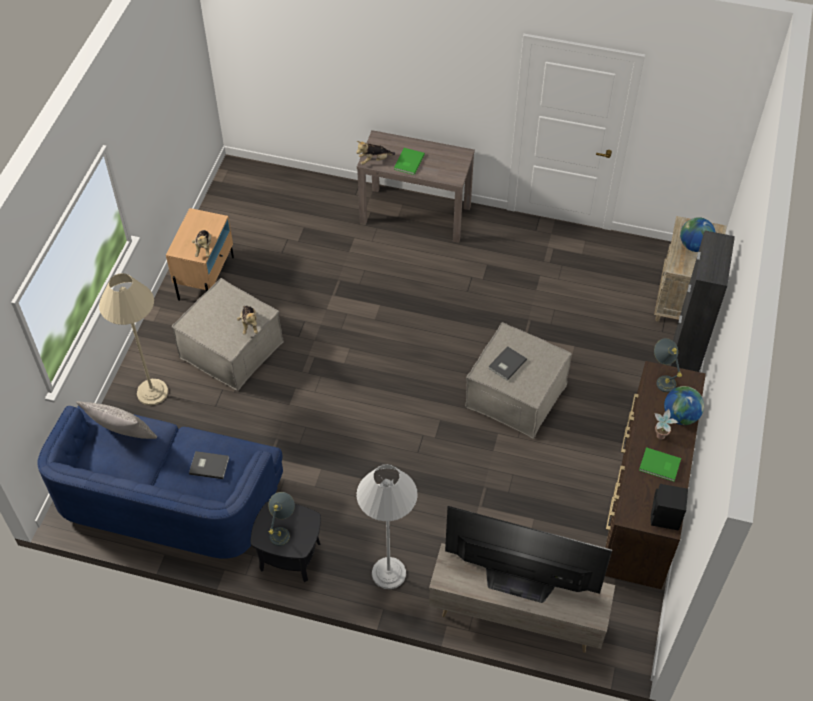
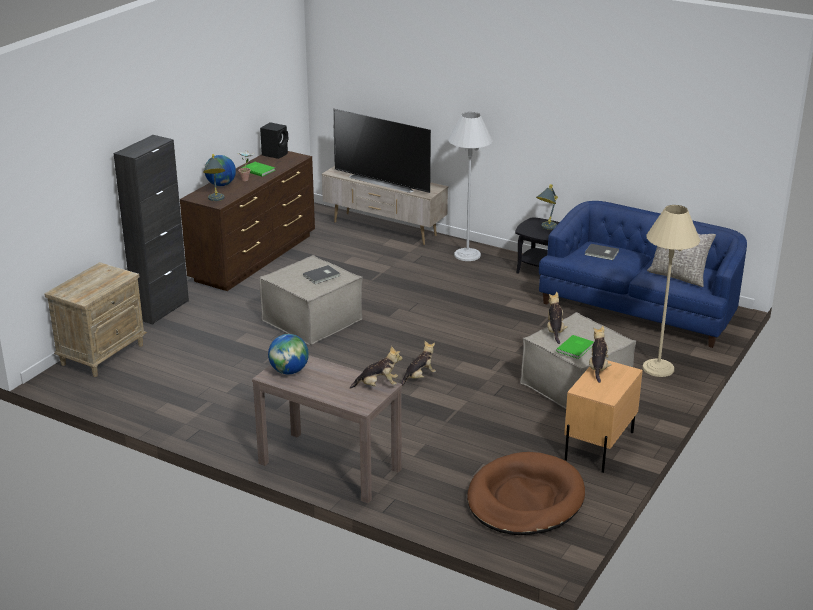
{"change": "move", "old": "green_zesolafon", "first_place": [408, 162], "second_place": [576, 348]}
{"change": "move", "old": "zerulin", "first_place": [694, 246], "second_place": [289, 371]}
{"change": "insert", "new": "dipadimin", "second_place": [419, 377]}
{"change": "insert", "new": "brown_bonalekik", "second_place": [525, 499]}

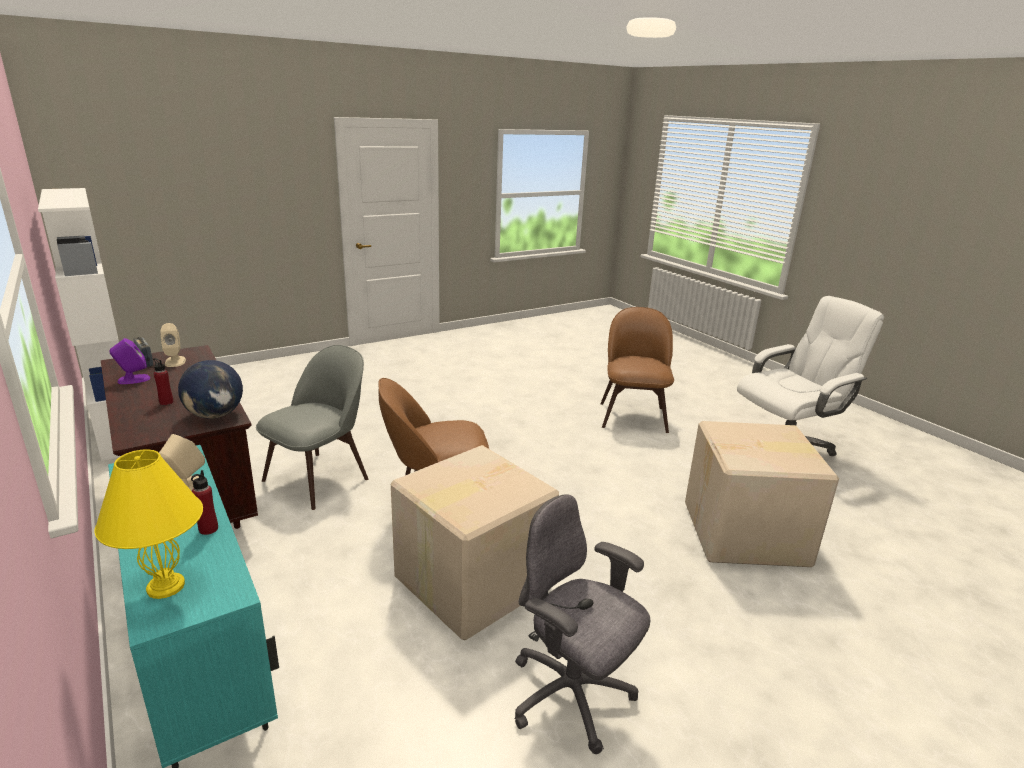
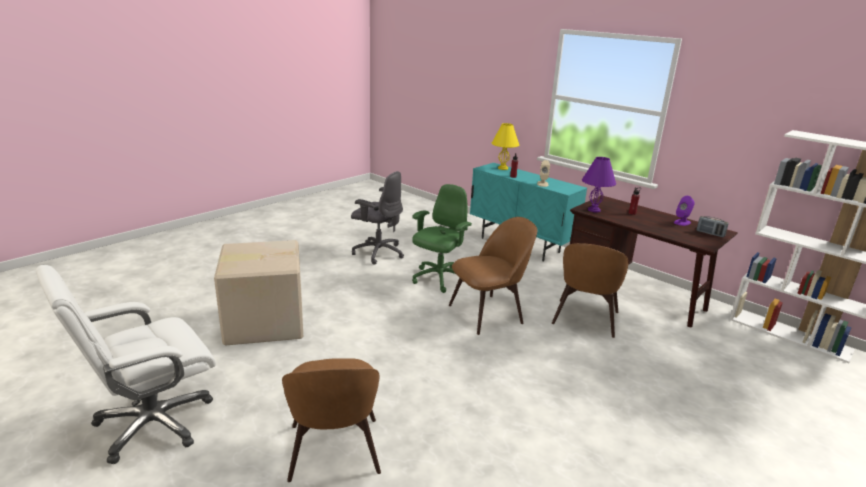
{"change": "delete", "old": "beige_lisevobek", "first_place": [175, 361]}
{"change": "recolor", "old": "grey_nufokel", "new": "brown_nufokel", "first_place": [319, 478], "second_place": [585, 319]}
{"change": "replace", "old": "zerulin", "new": "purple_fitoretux", "first_place": [215, 415], "second_place": [593, 210]}
{"change": "replace", "old": "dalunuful", "new": "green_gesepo", "first_place": [470, 582], "second_place": [439, 279]}

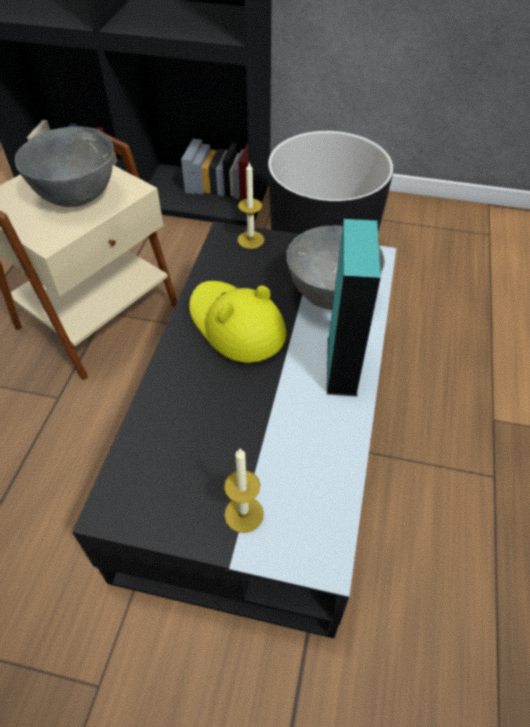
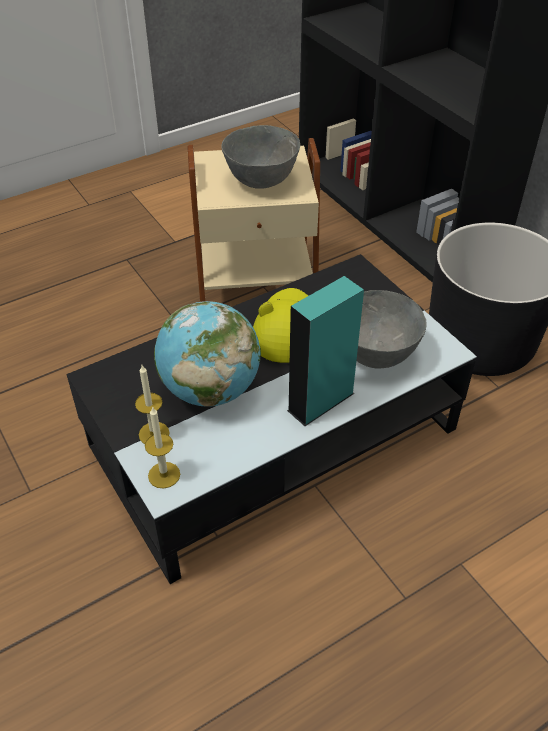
{"change": "move", "old": "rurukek", "first_place": [250, 240], "second_place": [164, 475]}
{"change": "insert", "new": "zerulin", "second_place": [210, 389]}

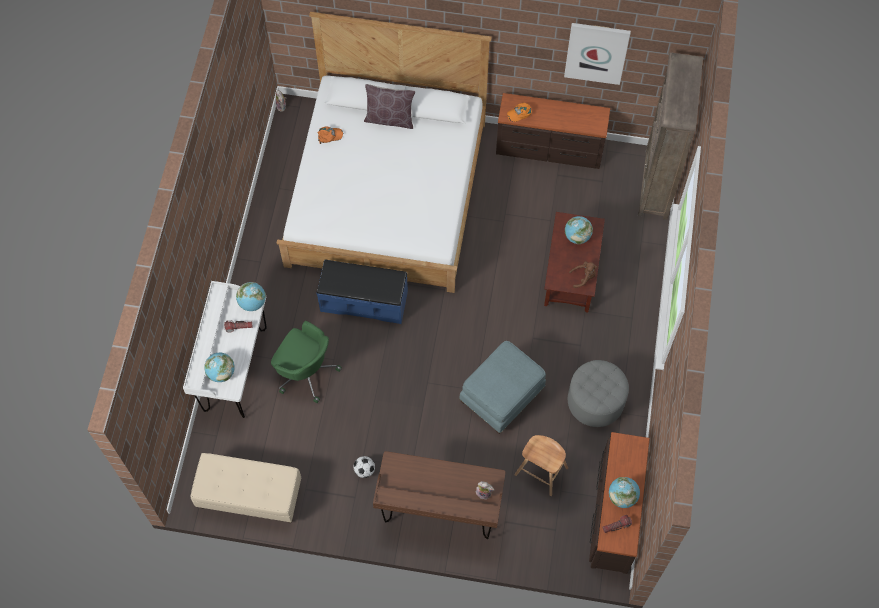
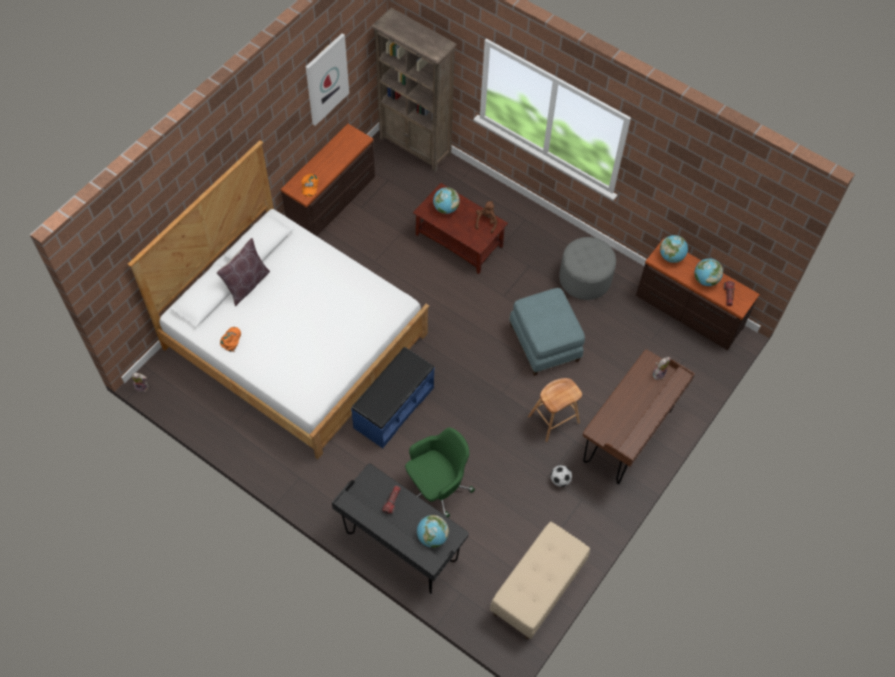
{"change": "recolor", "old": "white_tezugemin", "new": "black_tezugemin", "first_place": [235, 370], "second_place": [401, 548]}
{"change": "move", "old": "zerulin", "first_place": [252, 303], "second_place": [671, 257]}
{"change": "move", "old": "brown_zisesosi", "first_place": [541, 471], "second_place": [553, 419]}

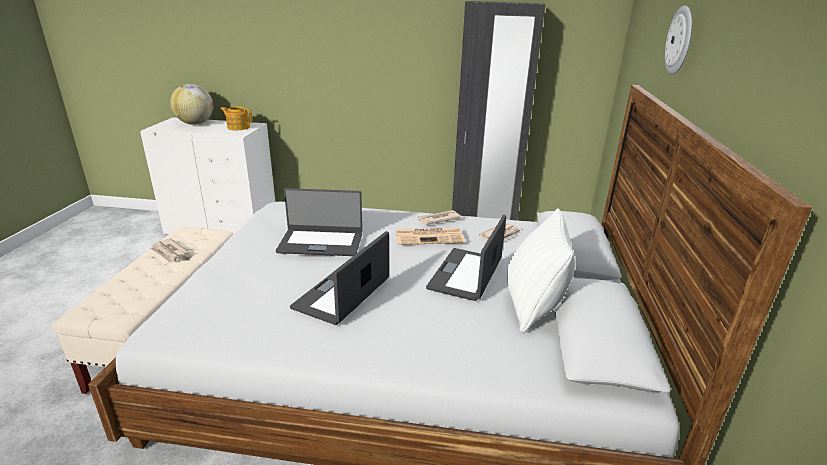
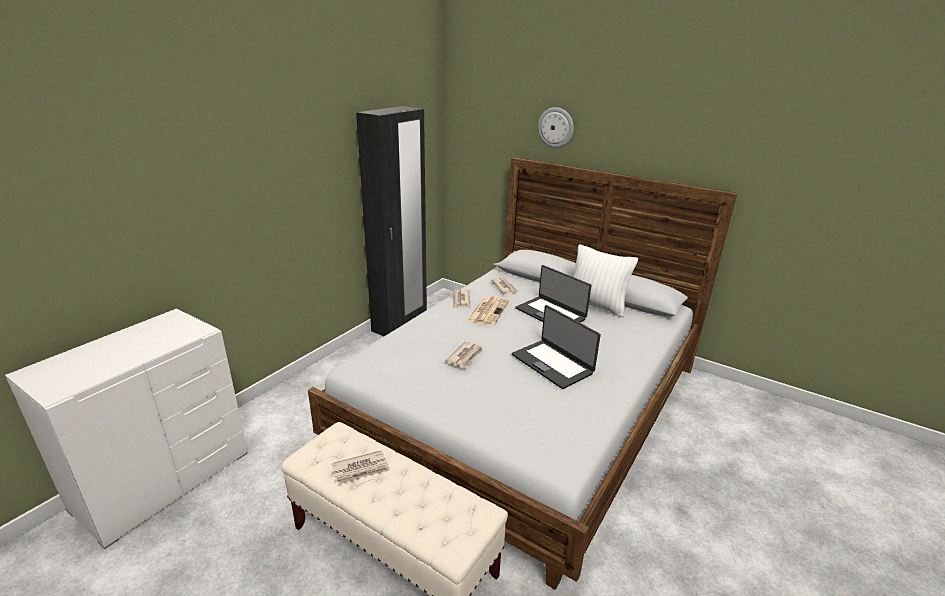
{"change": "delete", "old": "zerulin", "first_place": [195, 123]}
{"change": "delete", "old": "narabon", "first_place": [238, 127]}
{"change": "replace", "old": "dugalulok", "new": "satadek", "first_place": [321, 242], "second_place": [465, 356]}

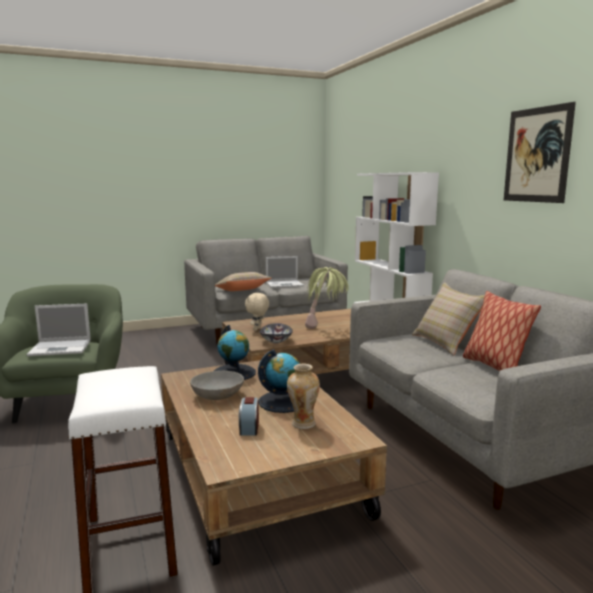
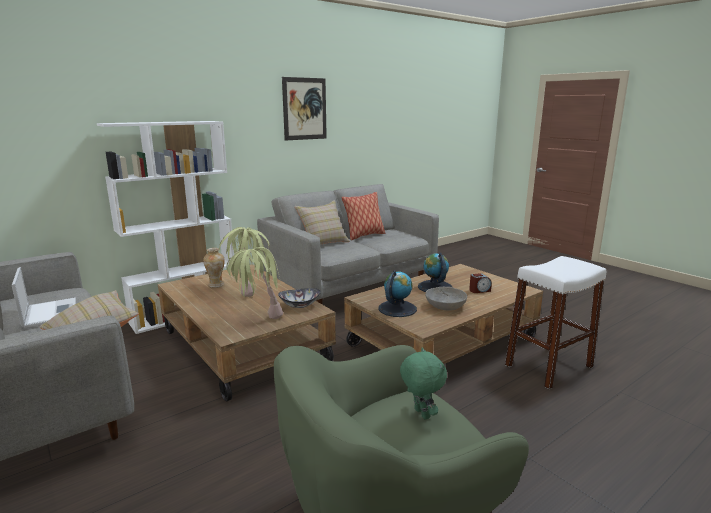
{"change": "replace", "old": "beige_dipadimin", "new": "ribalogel", "first_place": [257, 329], "second_place": [257, 319]}
{"change": "replace", "old": "dugalulok", "new": "green_dipadimin", "first_place": [61, 348], "second_place": [420, 414]}
{"change": "move", "old": "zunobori", "first_place": [302, 424], "second_place": [216, 285]}

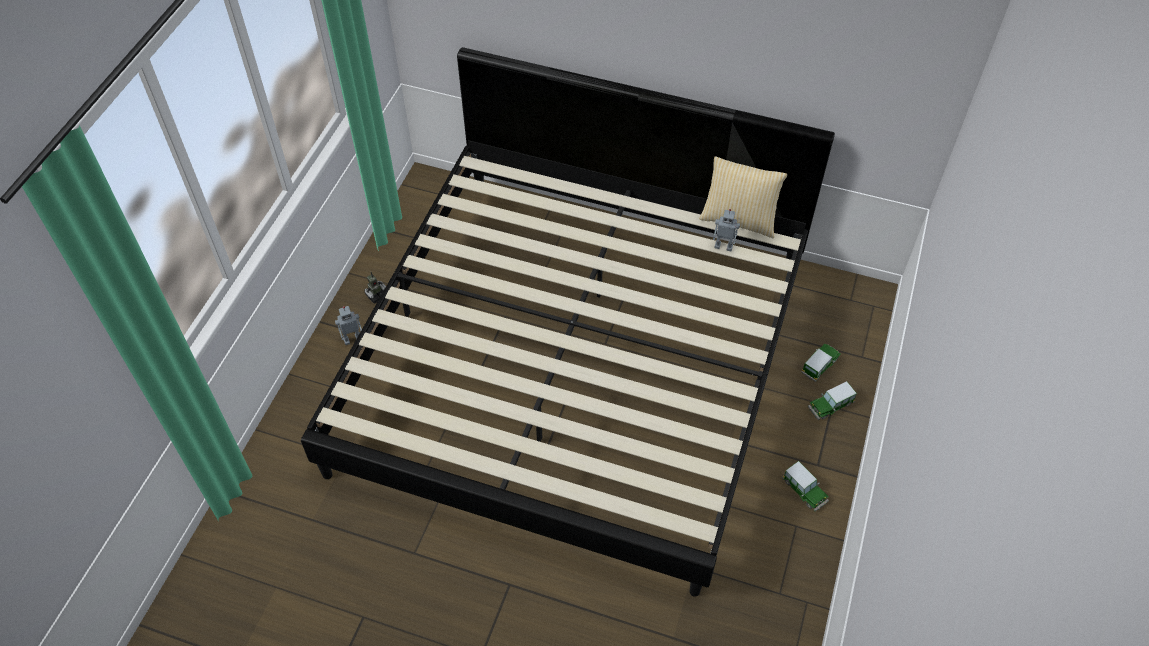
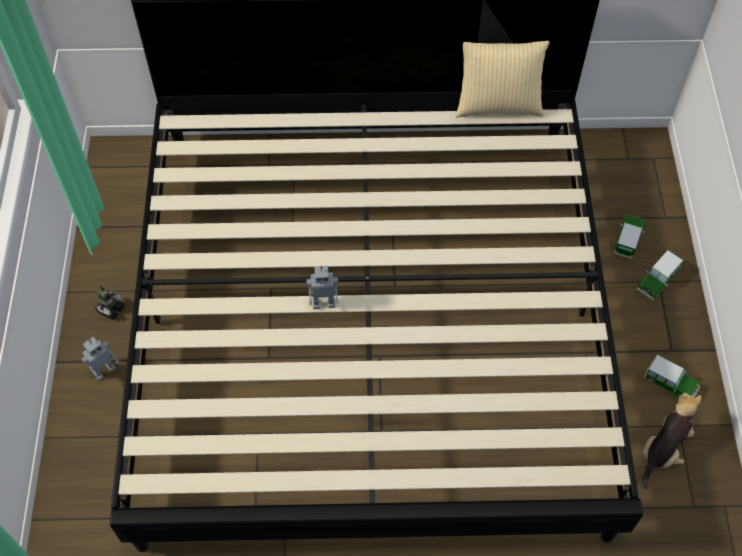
{"change": "move", "old": "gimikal", "first_place": [723, 246], "second_place": [324, 302]}
{"change": "insert", "new": "dipadimin", "second_place": [663, 449]}

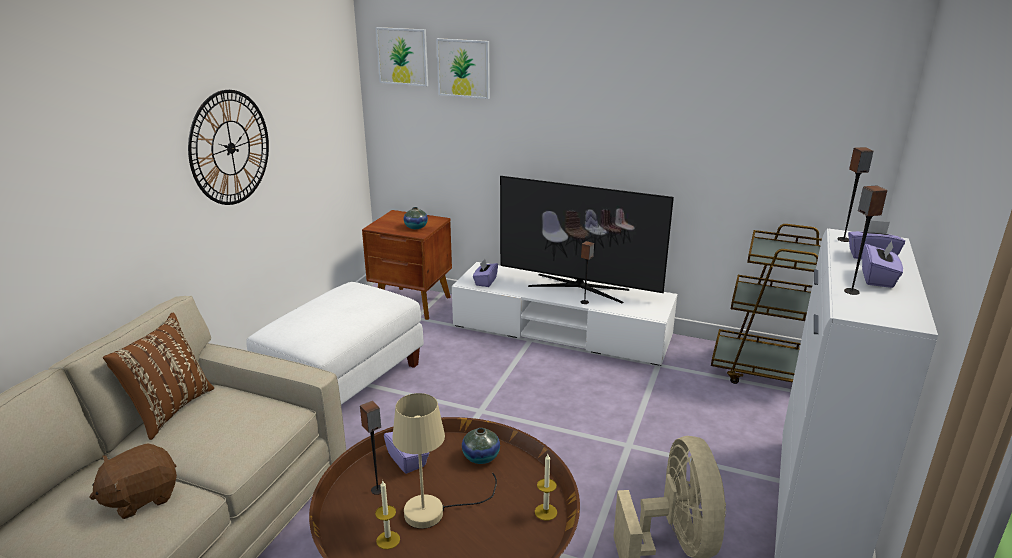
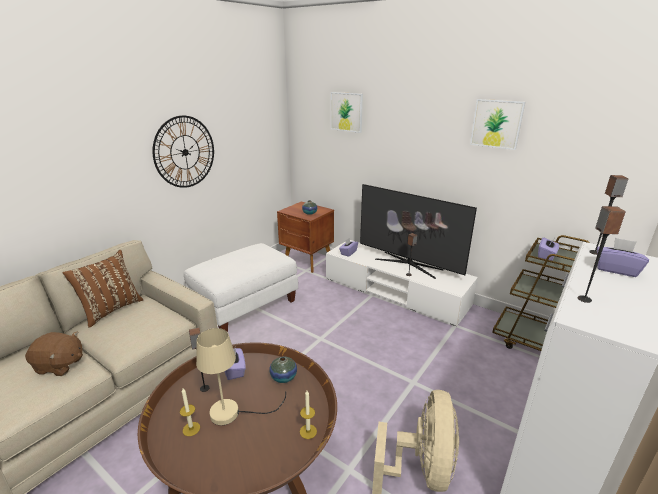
{"change": "move", "old": "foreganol", "first_place": [402, 56], "second_place": [496, 124]}
{"change": "move", "old": "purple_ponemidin", "first_place": [878, 278], "second_place": [546, 256]}
{"change": "rotate", "old": "brown_dipadimin", "first_place": [141, 497], "second_place": [60, 365], "degrees": -150}

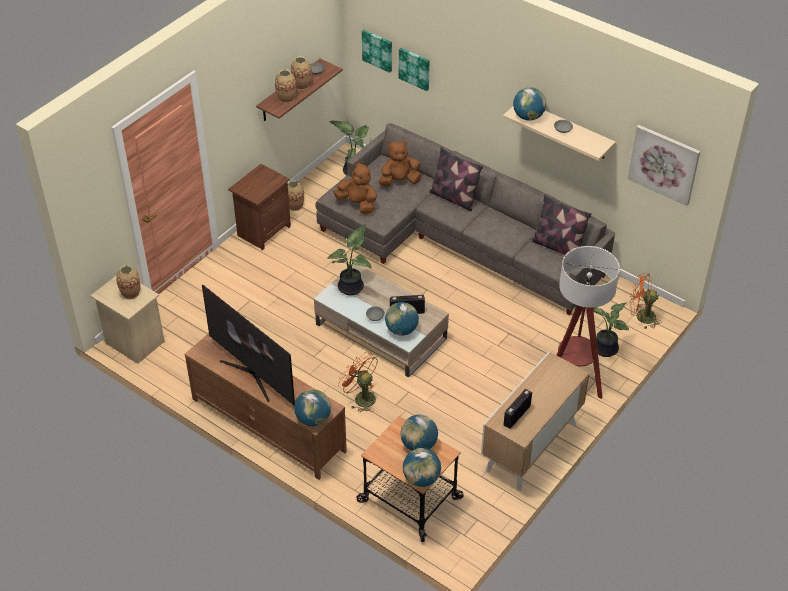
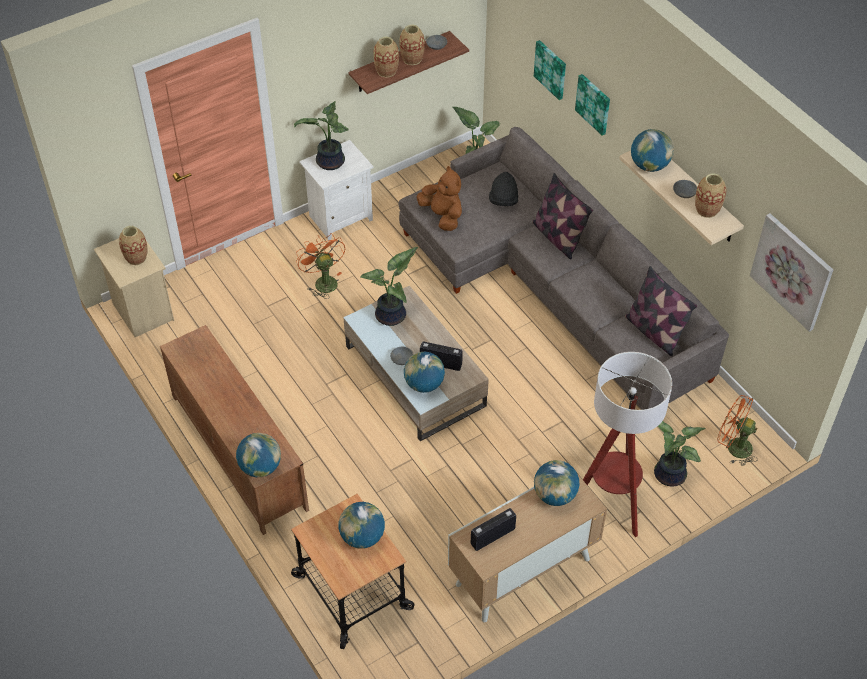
{"change": "move", "old": "foreganol", "first_place": [378, 50], "second_place": [594, 103]}
{"change": "replace", "old": "brown_dipadimin", "new": "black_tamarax", "first_place": [399, 181], "second_place": [503, 200]}
{"change": "recolor", "old": "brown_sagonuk", "new": "white_sagonuk", "first_place": [263, 231], "second_place": [340, 217]}
{"change": "move", "old": "zunobori", "first_place": [295, 206], "second_place": [707, 210]}
{"change": "delete", "old": "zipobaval", "first_place": [252, 374]}
{"change": "move", "old": "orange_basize", "first_place": [361, 397], "second_place": [323, 281]}
{"change": "move", "old": "zerulin", "first_place": [421, 479], "second_place": [555, 495]}
{"change": "insert", "new": "ribalogel", "second_place": [329, 163]}

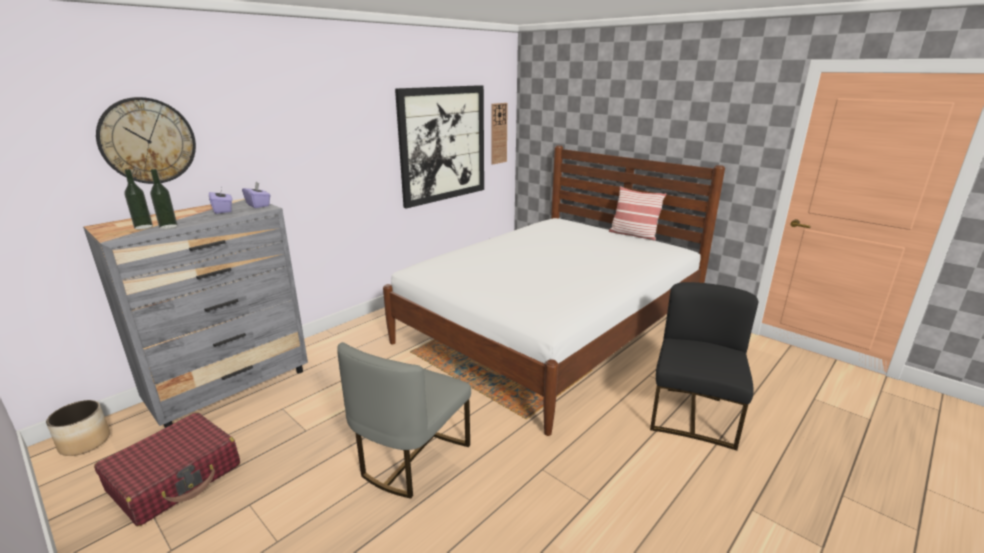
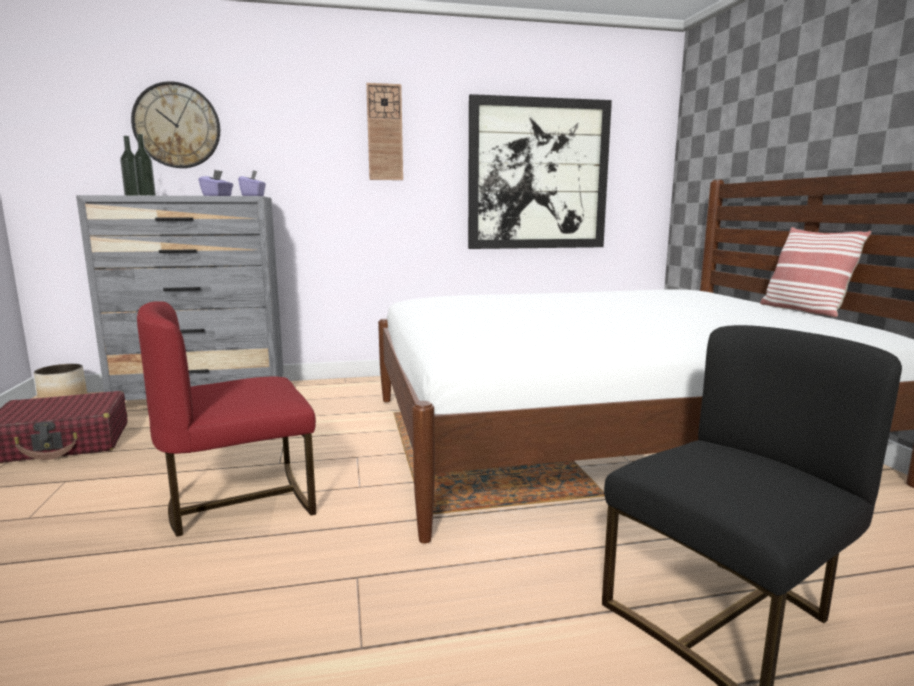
{"change": "move", "old": "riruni", "first_place": [498, 133], "second_place": [385, 132]}
{"change": "recolor", "old": "grey_nufokel", "new": "red_nufokel", "first_place": [411, 458], "second_place": [240, 501]}

